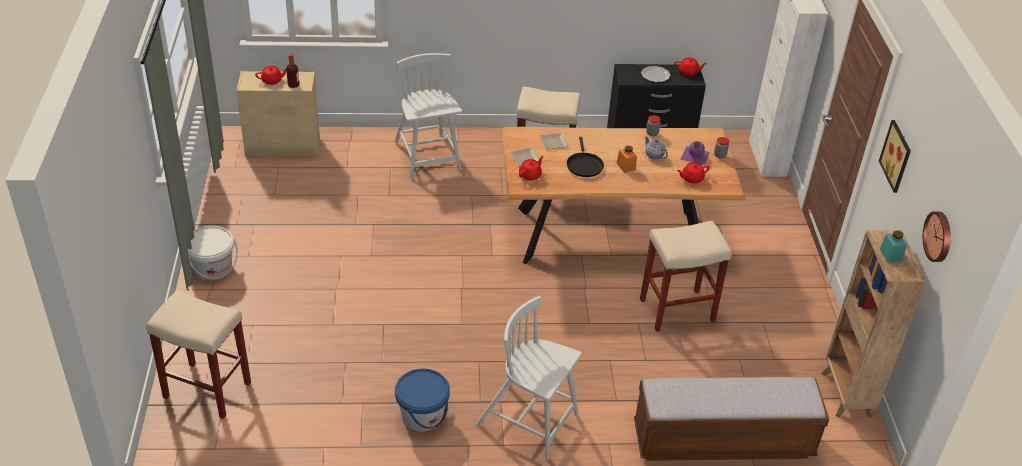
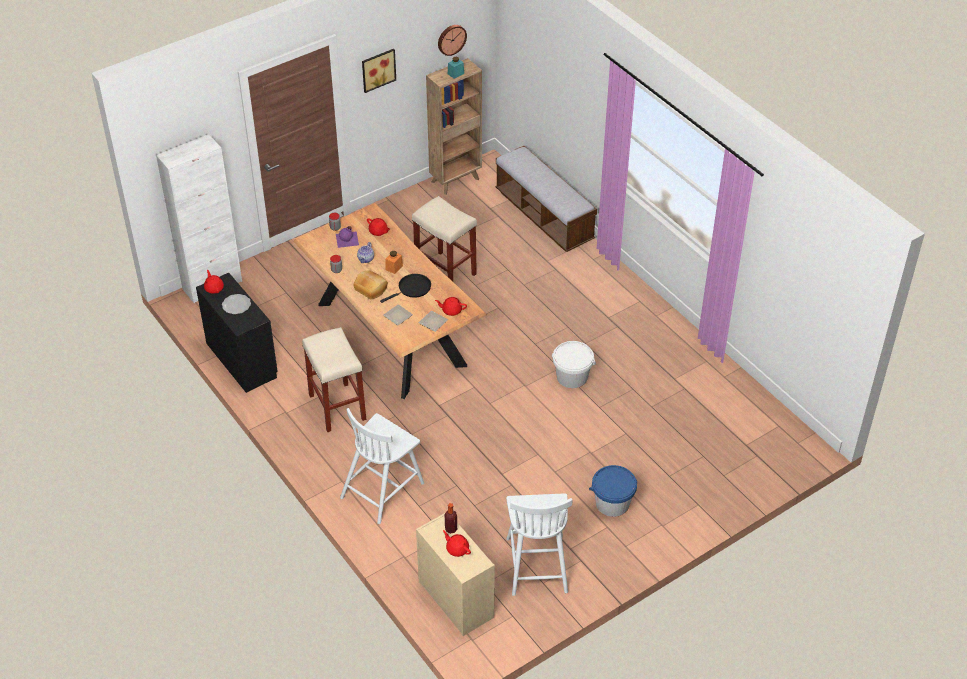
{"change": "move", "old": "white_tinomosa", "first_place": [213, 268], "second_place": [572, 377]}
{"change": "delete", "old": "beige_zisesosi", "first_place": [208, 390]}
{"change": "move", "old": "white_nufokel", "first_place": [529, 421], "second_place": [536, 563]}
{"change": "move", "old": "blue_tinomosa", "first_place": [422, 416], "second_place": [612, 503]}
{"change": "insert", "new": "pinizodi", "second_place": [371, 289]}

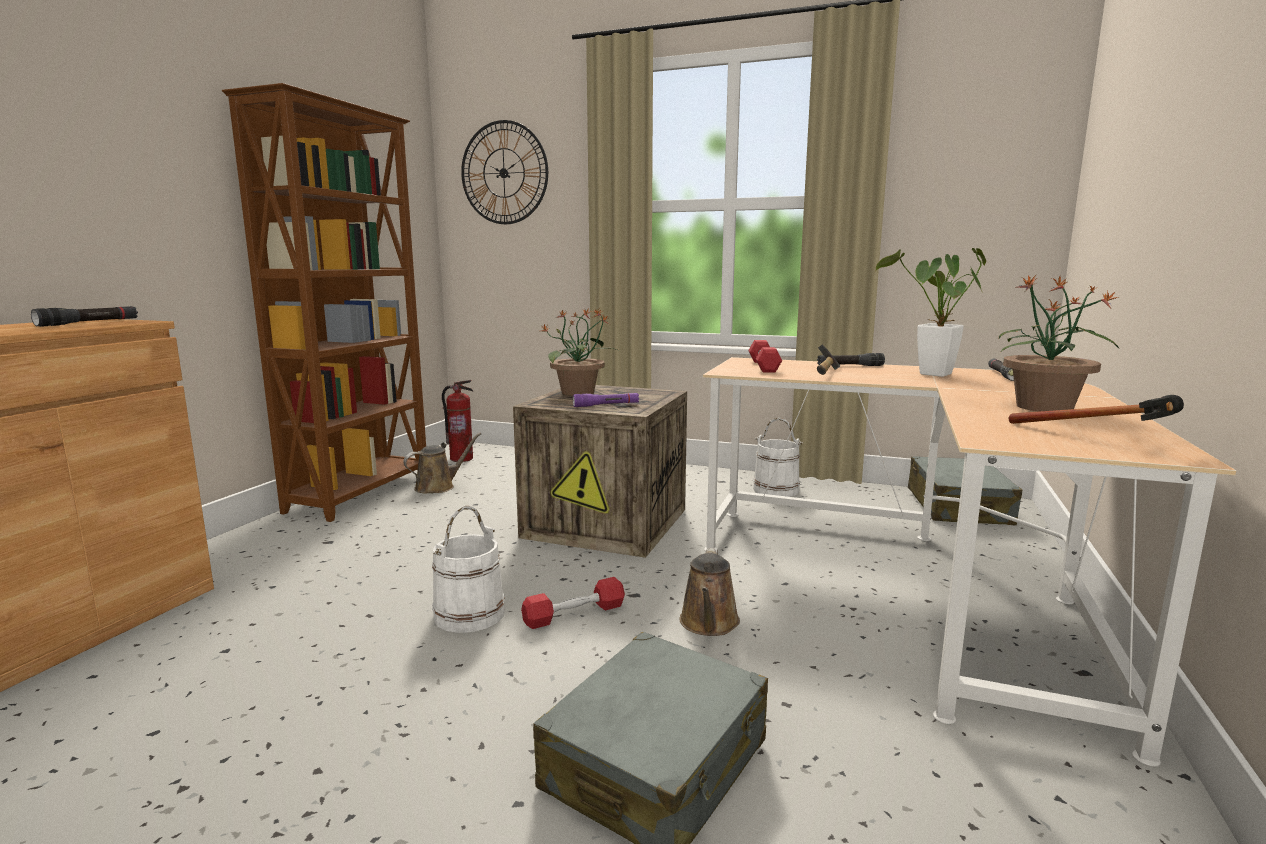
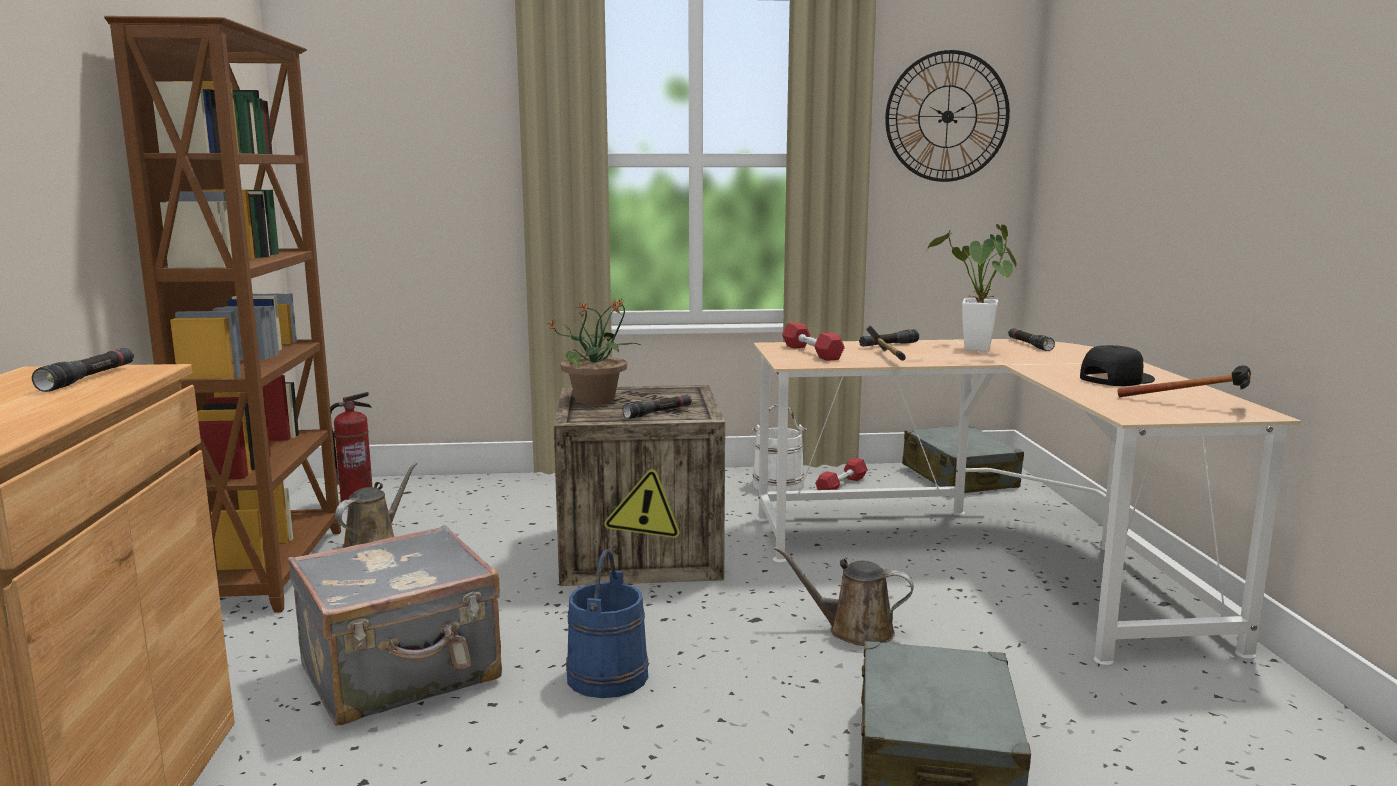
{"change": "move", "old": "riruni", "first_place": [504, 173], "second_place": [947, 116]}
{"change": "replace", "old": "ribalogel", "new": "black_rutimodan", "first_place": [1044, 408], "second_place": [1115, 378]}
{"change": "recolor", "old": "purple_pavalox", "new": "black_pavalox", "first_place": [606, 405], "second_place": [658, 412]}
{"change": "recolor", "old": "white_tinomosa", "new": "blue_tinomosa", "first_place": [469, 614], "second_place": [608, 676]}
{"change": "rotate", "old": "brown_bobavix", "first_place": [709, 624], "second_place": [854, 631], "degrees": 120}
{"change": "move", "old": "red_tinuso", "first_place": [574, 614], "second_place": [841, 485]}
{"change": "insert", "new": "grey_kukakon", "second_place": [402, 674]}

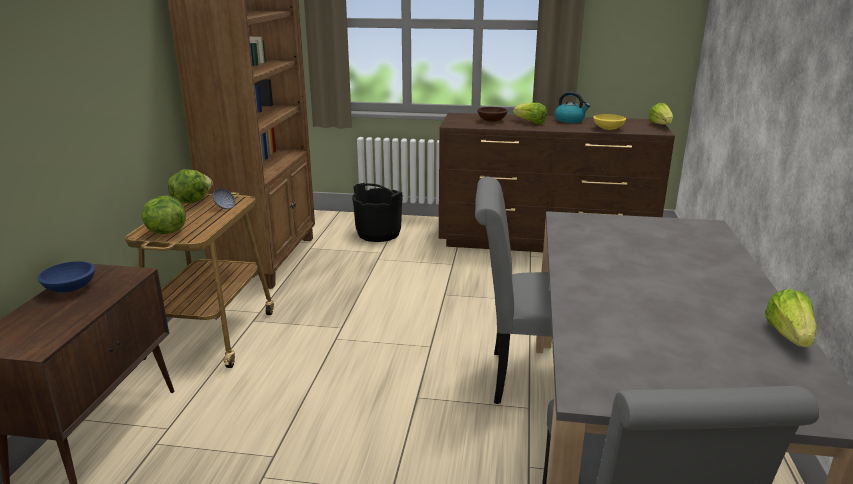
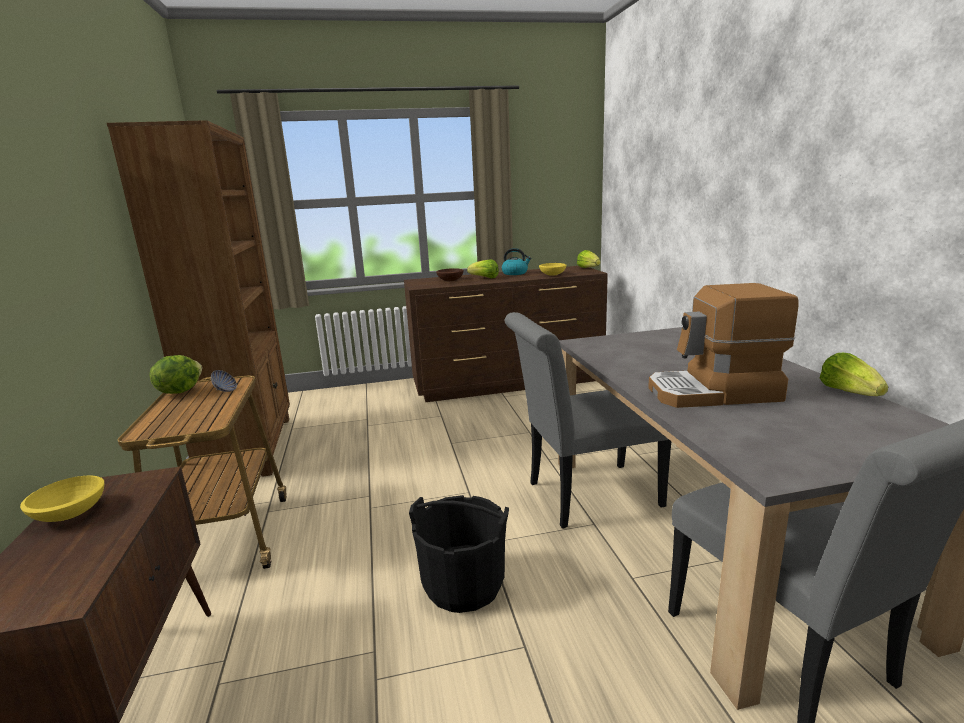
{"change": "move", "old": "black_tinomosa", "first_place": [378, 234], "second_place": [463, 585]}
{"change": "delete", "old": "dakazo", "first_place": [165, 232]}
{"change": "recolor", "old": "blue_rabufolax", "new": "yellow_rabufolax", "first_place": [69, 288], "second_place": [69, 513]}
{"change": "insert", "new": "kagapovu", "second_place": [714, 393]}

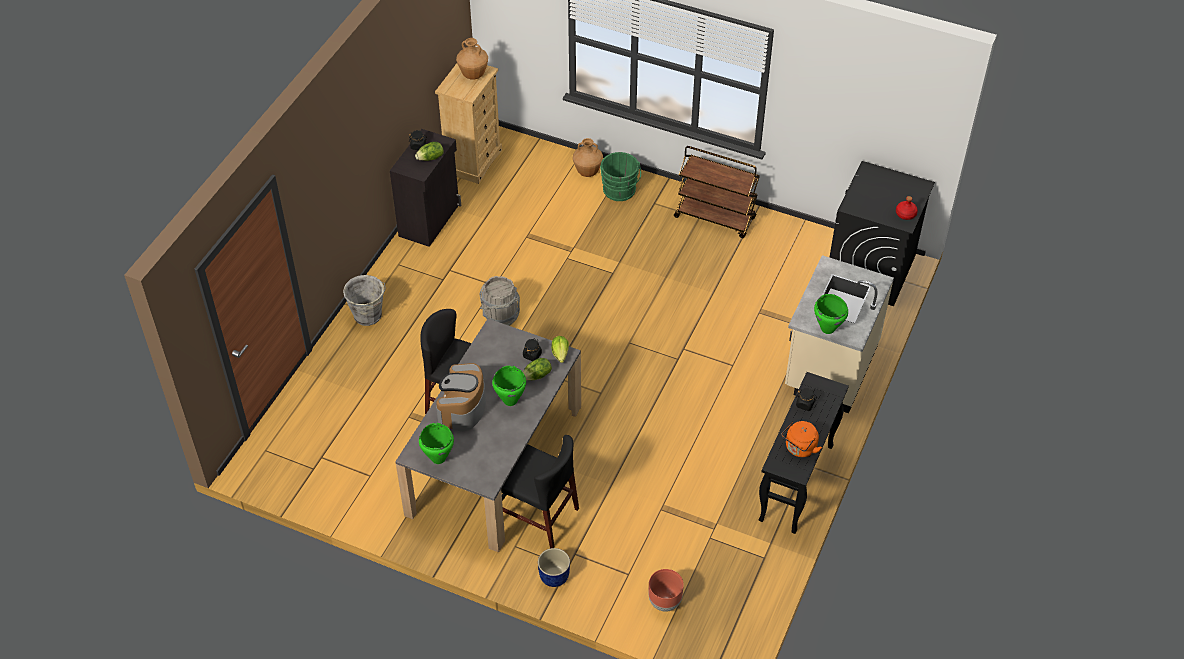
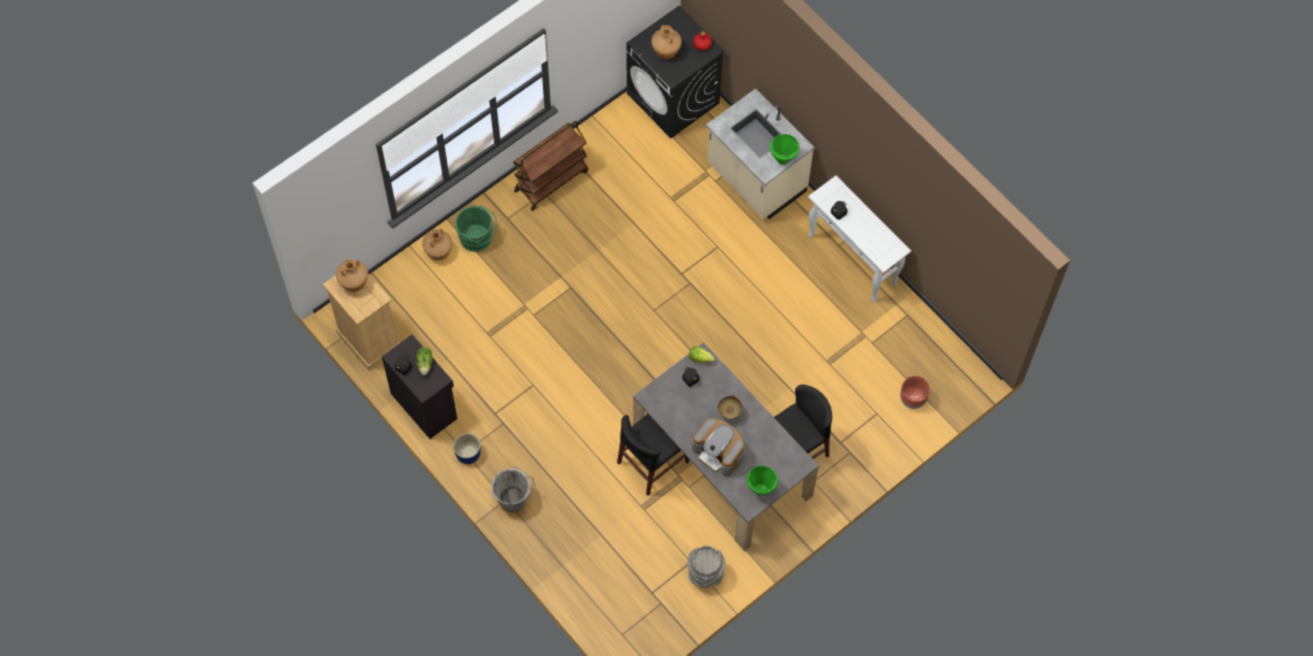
{"change": "move", "old": "grey_tinomosa", "first_place": [500, 316], "second_place": [705, 574]}
{"change": "delete", "old": "dakazo", "first_place": [537, 376]}
{"change": "replace", "old": "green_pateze", "new": "brown_rabufolax", "first_place": [510, 401], "second_place": [729, 415]}
{"change": "recolor", "old": "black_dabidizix", "new": "white_dabidizix", "first_place": [796, 484], "second_place": [853, 260]}
{"change": "delete", "old": "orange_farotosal", "first_place": [799, 449]}
{"change": "move", "old": "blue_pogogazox", "first_place": [554, 577], "second_place": [468, 454]}
{"change": "insert", "new": "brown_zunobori", "second_place": [666, 52]}

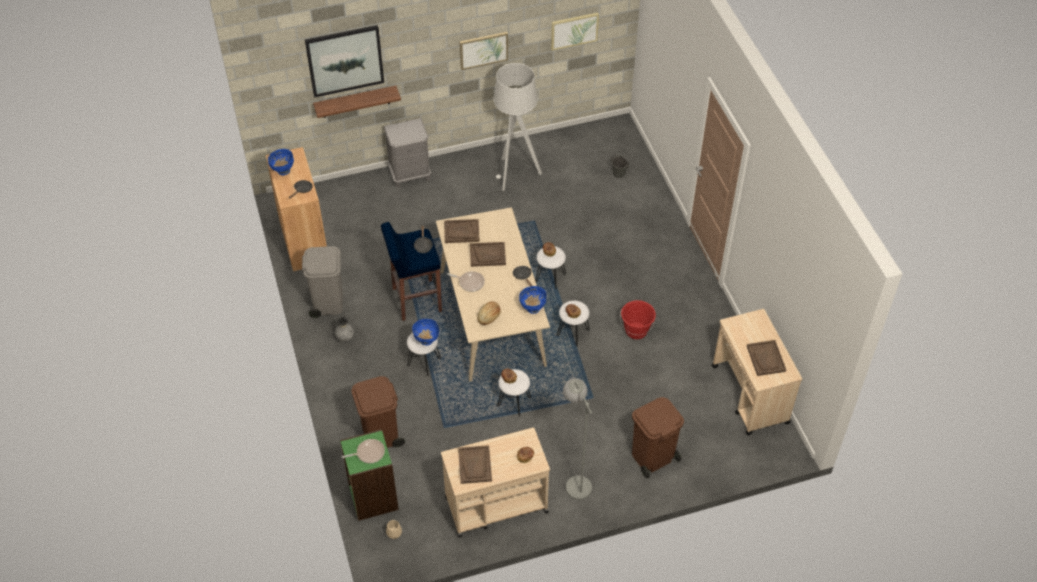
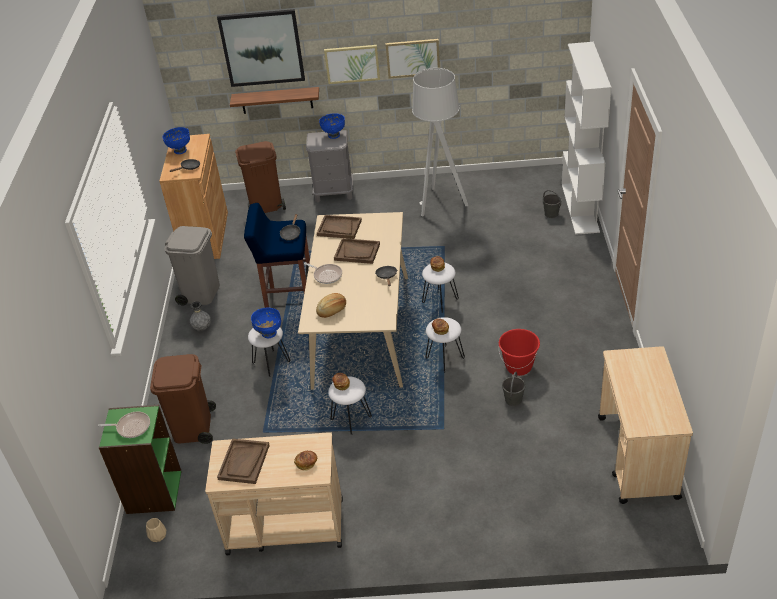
{"change": "move", "old": "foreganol", "first_place": [574, 30], "second_place": [352, 63]}
{"change": "move", "old": "blue_rabufolax", "first_place": [533, 308], "second_place": [334, 135]}
{"change": "delete", "old": "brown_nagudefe", "first_place": [766, 359]}
{"change": "delete", "old": "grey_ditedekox", "first_place": [575, 480]}
{"change": "move", "old": "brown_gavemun", "first_place": [652, 457], "second_place": [265, 205]}
{"change": "insert", "new": "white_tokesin", "second_place": [580, 207]}
{"change": "insert", "new": "grey_tinomosa", "second_place": [513, 400]}

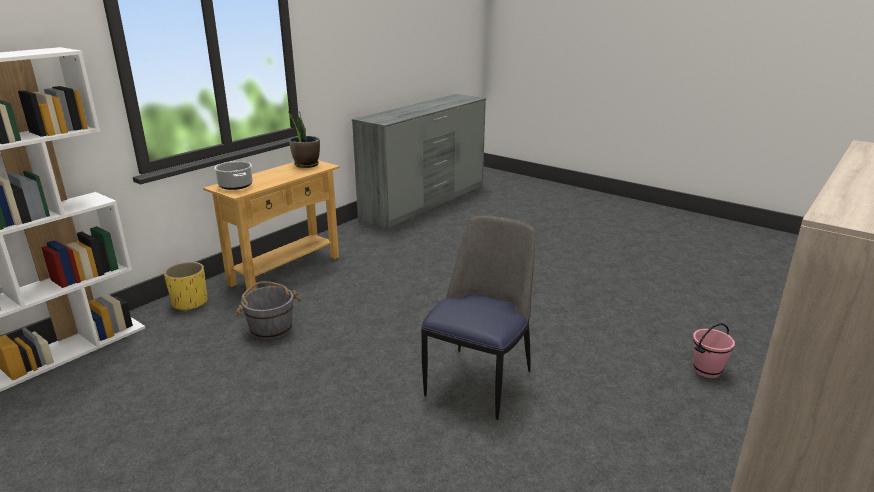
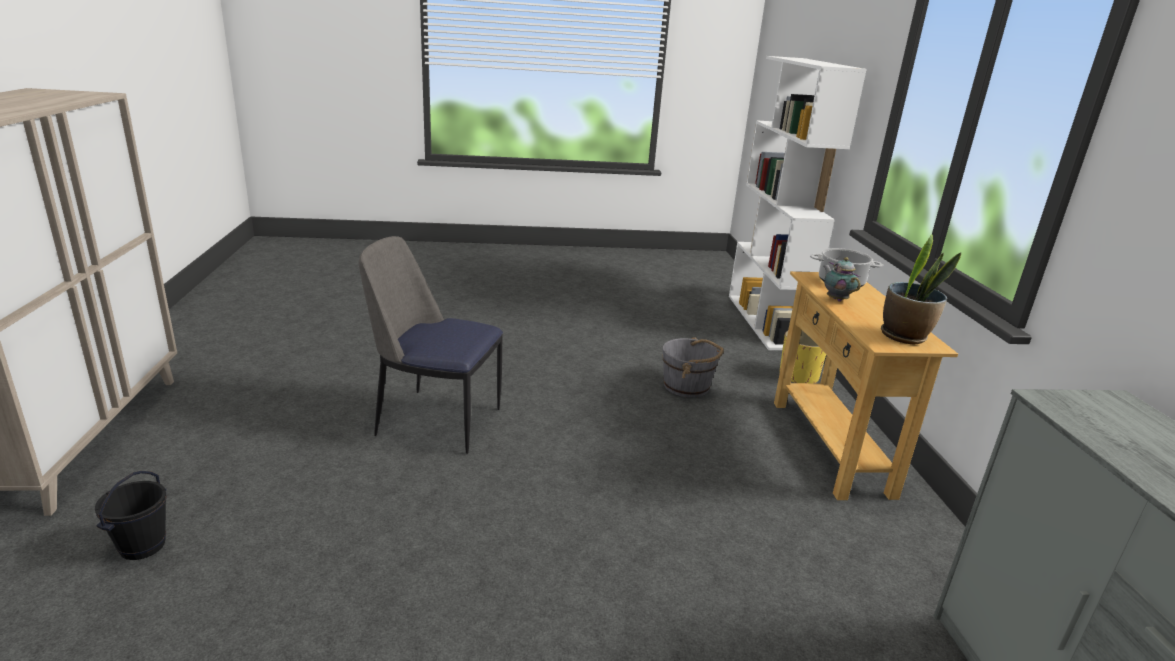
{"change": "rotate", "old": "nufokel", "first_place": [479, 381], "second_place": [436, 420], "degrees": 120}
{"change": "recolor", "old": "pink_tinomosa", "new": "black_tinomosa", "first_place": [706, 370], "second_place": [143, 547]}
{"change": "insert", "new": "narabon", "second_place": [836, 299]}

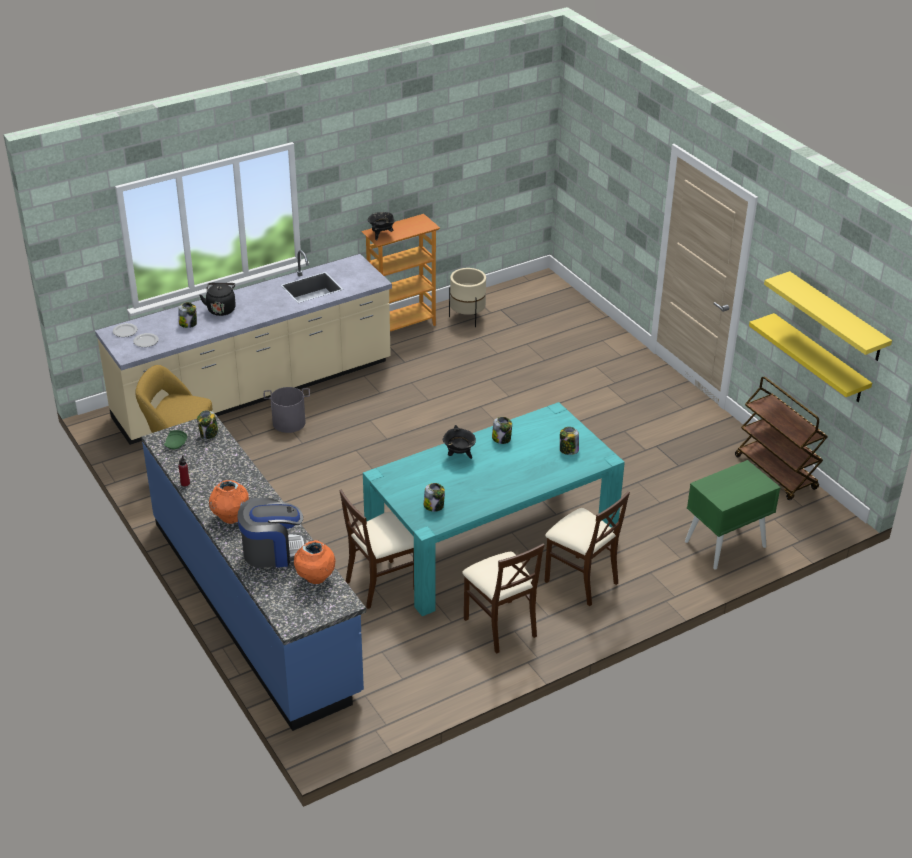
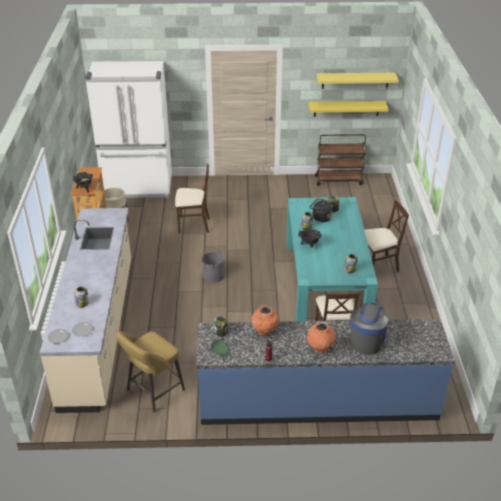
{"change": "move", "old": "black_farotosal", "first_place": [221, 309], "second_place": [320, 218]}
{"change": "move", "old": "grey_tinomosa", "first_place": [289, 422], "second_place": [213, 275]}
{"change": "delete", "old": "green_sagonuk", "first_place": [725, 544]}
{"change": "move", "old": "orange_zunobori", "first_place": [315, 579], "second_place": [264, 331]}
{"change": "move", "old": "beige_nufokel", "first_place": [500, 626], "second_place": [193, 225]}
{"change": "insert", "new": "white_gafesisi", "second_place": [138, 188]}

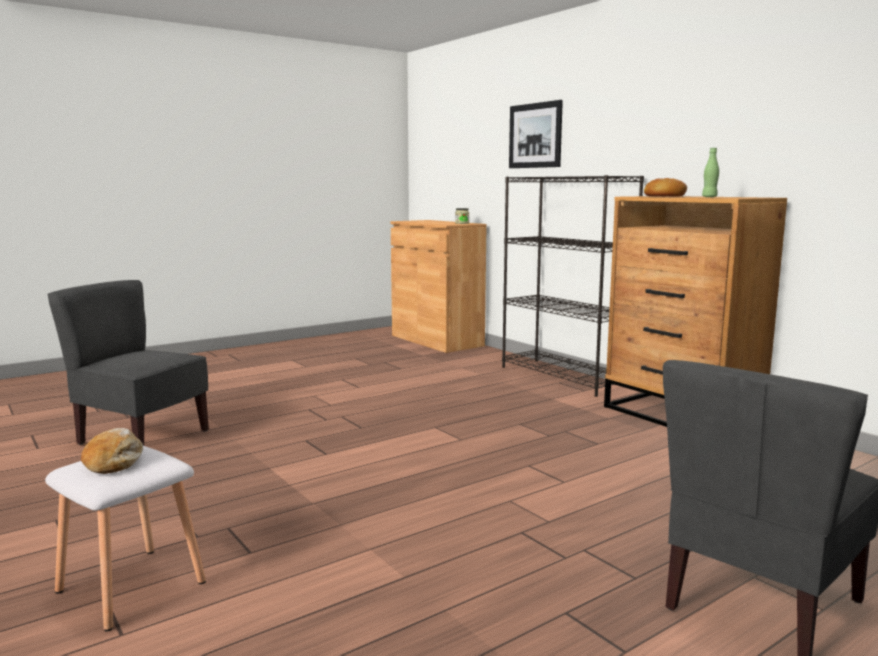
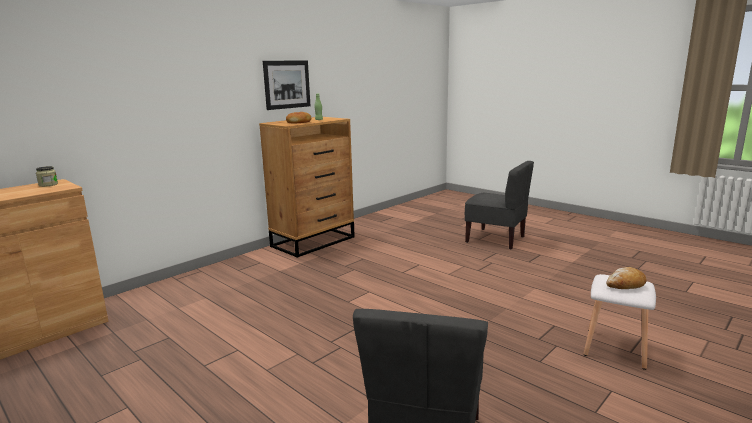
{"change": "move", "old": "foreganol", "first_place": [535, 135], "second_place": [287, 84]}
{"change": "delete", "old": "black_tokesin", "first_place": [564, 377]}

